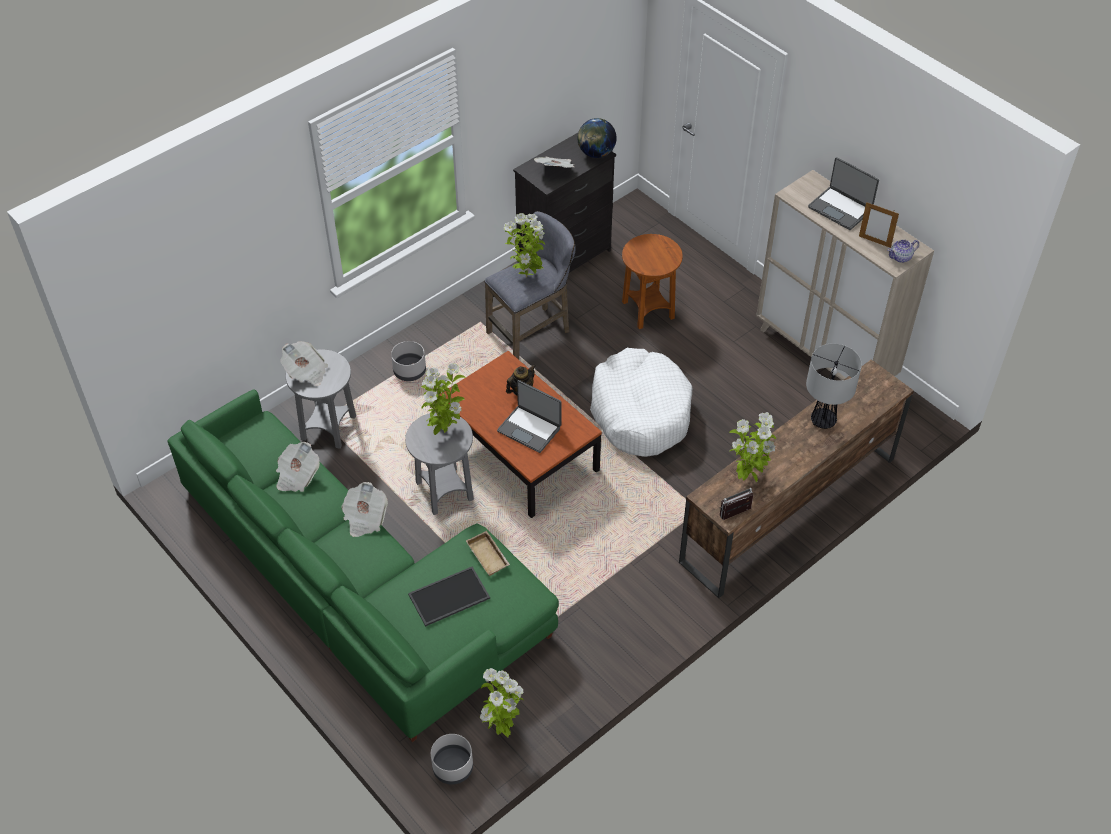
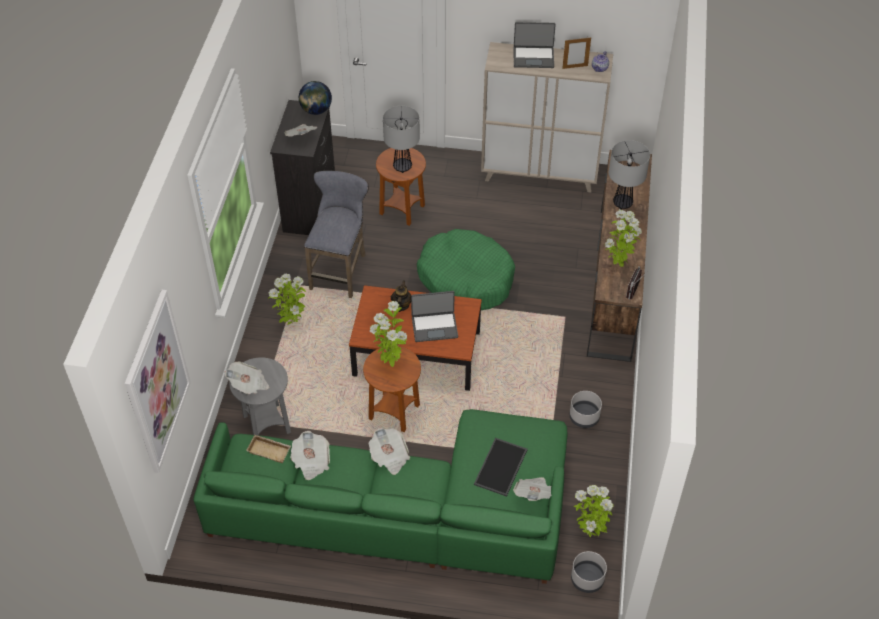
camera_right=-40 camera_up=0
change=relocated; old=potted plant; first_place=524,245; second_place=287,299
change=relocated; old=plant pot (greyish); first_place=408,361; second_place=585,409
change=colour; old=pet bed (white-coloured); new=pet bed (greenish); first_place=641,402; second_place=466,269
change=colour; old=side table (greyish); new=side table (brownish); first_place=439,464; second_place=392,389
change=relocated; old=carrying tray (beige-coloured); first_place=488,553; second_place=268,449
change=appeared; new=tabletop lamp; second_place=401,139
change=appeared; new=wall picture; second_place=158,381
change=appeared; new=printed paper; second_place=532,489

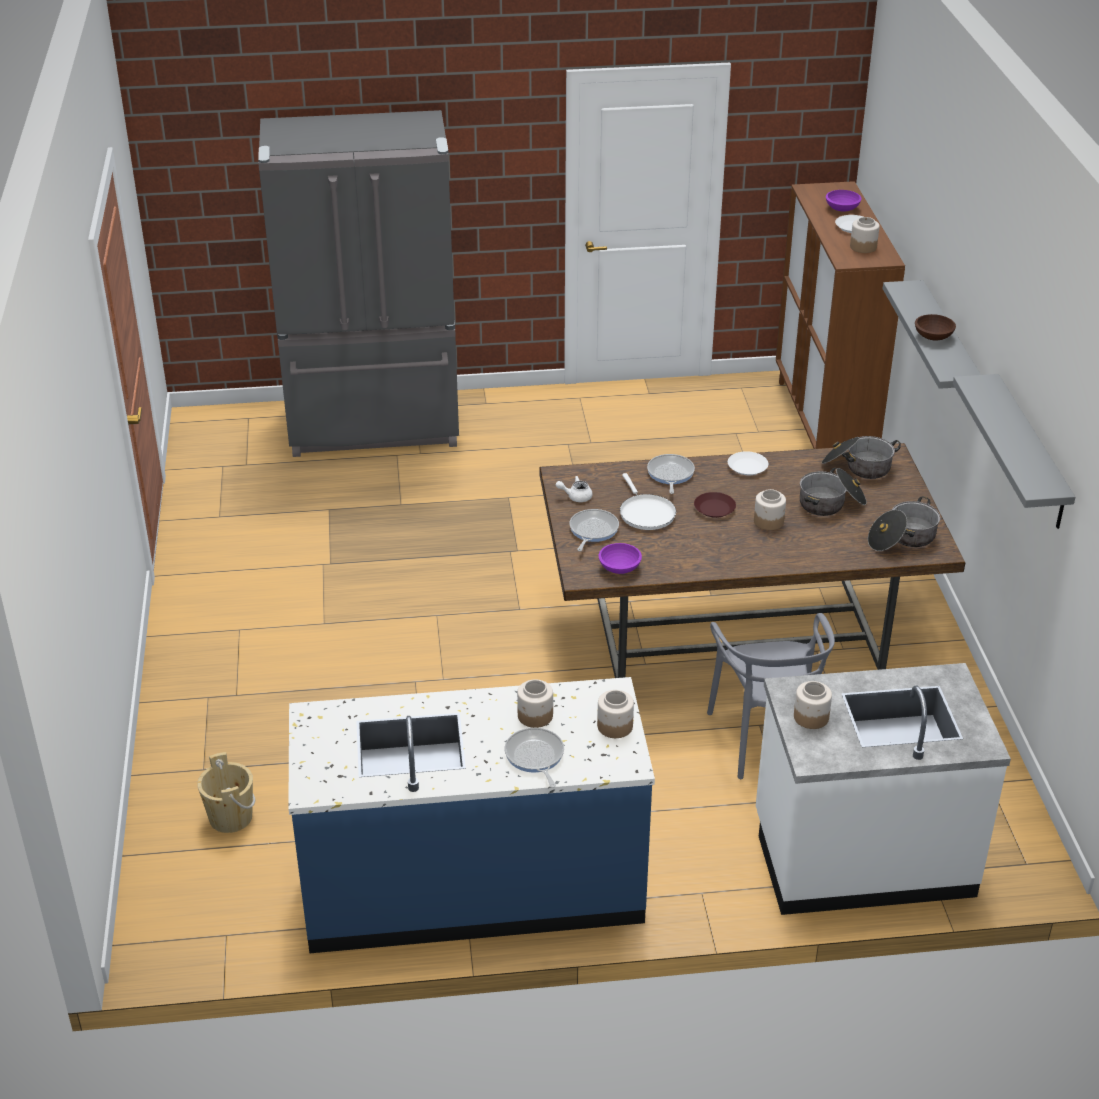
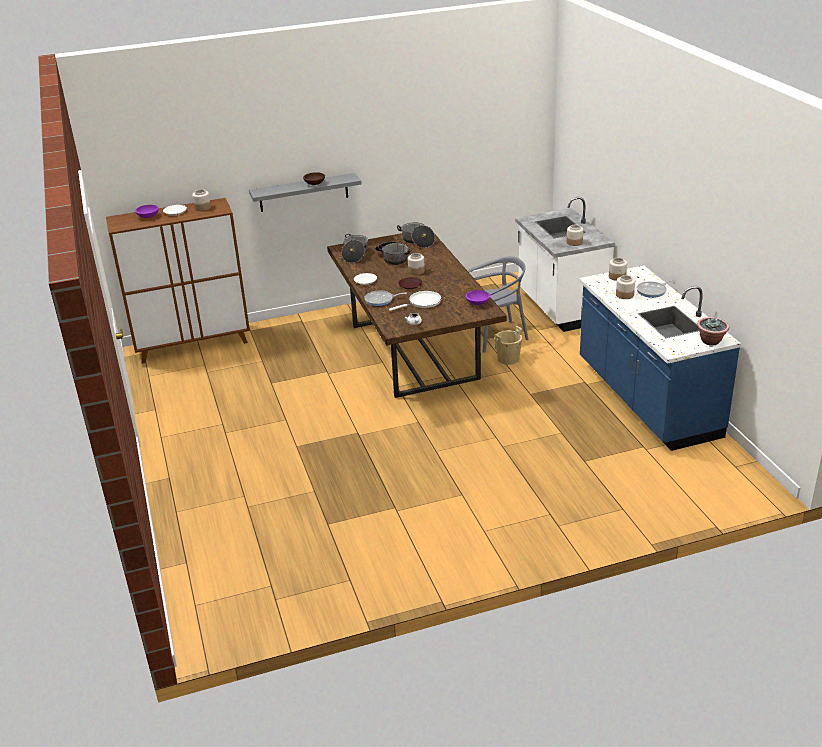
camera_right=-100 camera_up=-5
change=missing; old=refrigerator (greyish); first_place=358,283
change=missing; old=bracket shelf (greyish); first_place=1014,451
change=missing; old=skillet; first_place=594,530
change=relocated; old=pail (beige-coloured); first_place=226,792; second_place=508,345
change=appeared; new=potted plant; second_place=713,331

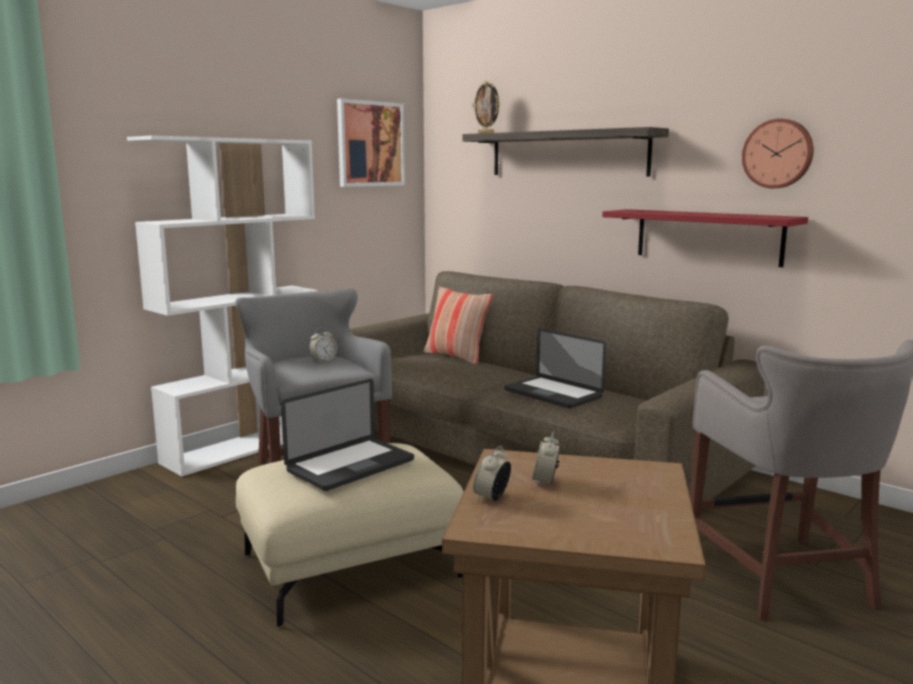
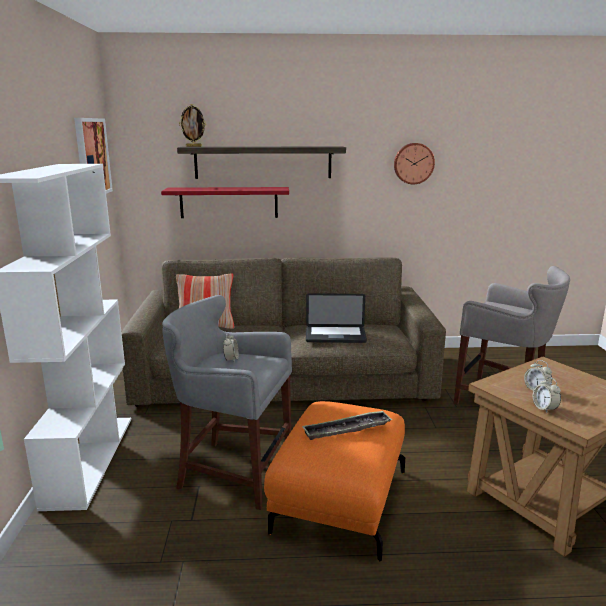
camera_right=-45 camera_up=5
change=relocated; old=bracket shelf (red-coloured); first_place=705,238; second_place=225,202
change=exchanged; old=notebook computer; new=carrying tray; first_place=347,435; second_place=347,425
change=colour; old=pouffe (beige-coloured); new=pouffe (orange-coloured); first_place=350,535; second_place=334,481

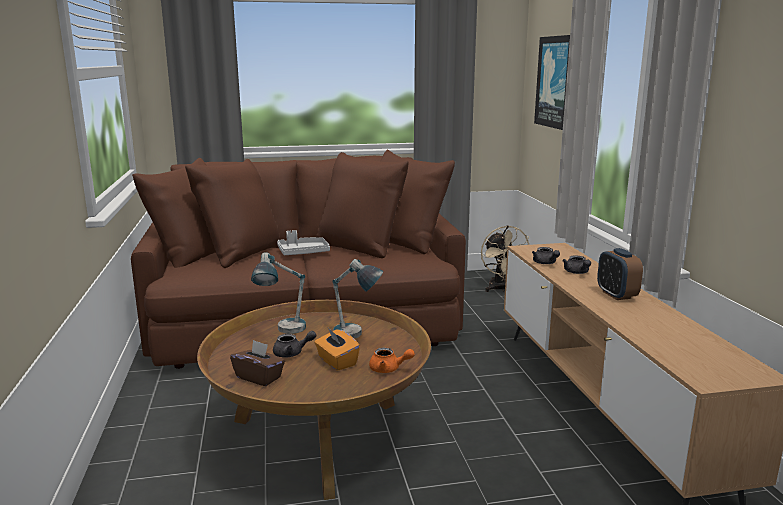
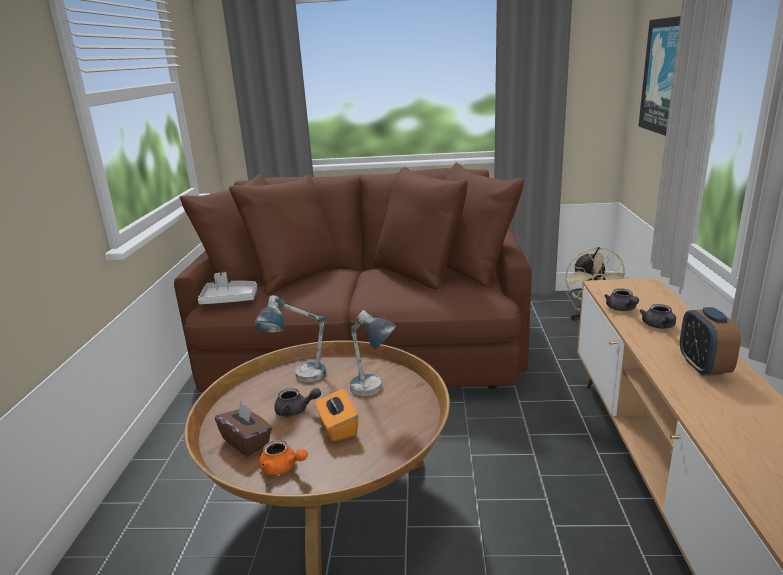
camera_right=15 camera_up=5
change=relocated; old=carrying tray (greyish); first_place=303,242; second_place=227,288
change=relocated; old=pot for tea (orange-coloured); first_place=392,360; second_place=283,457

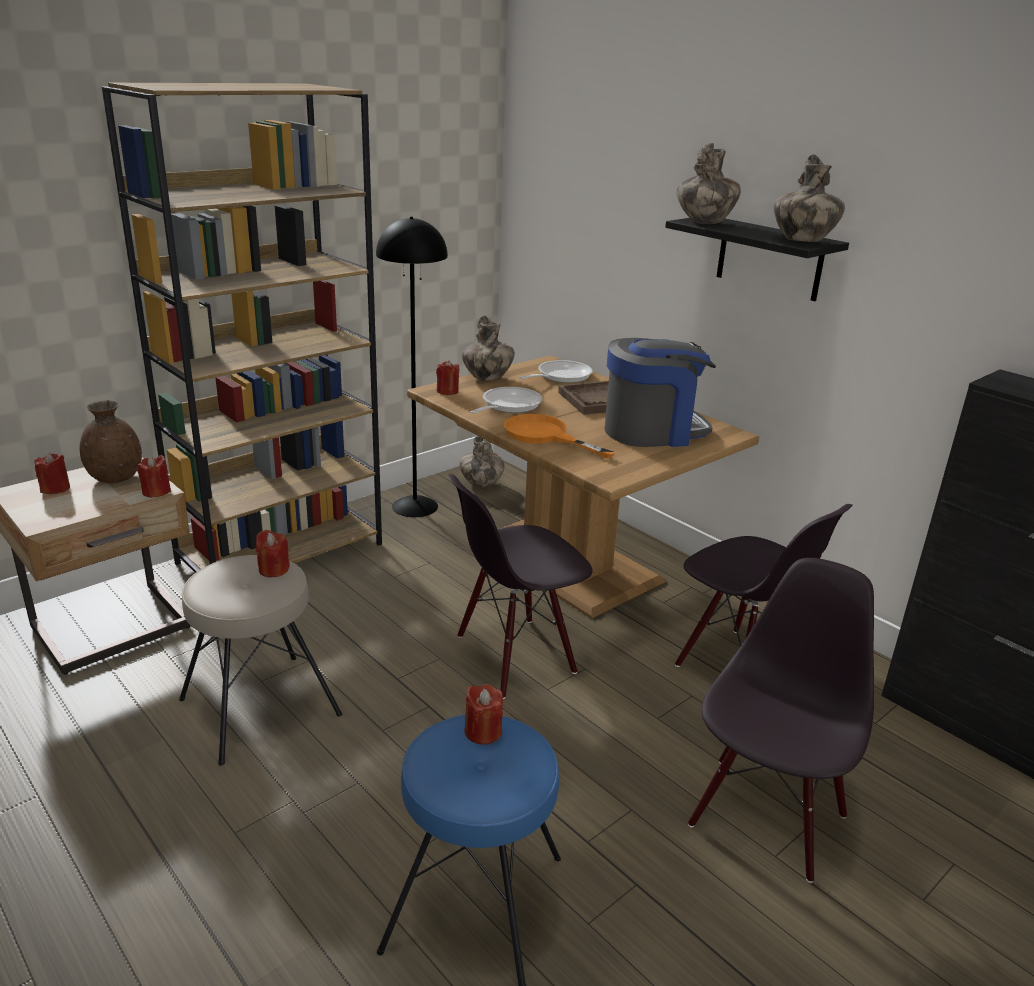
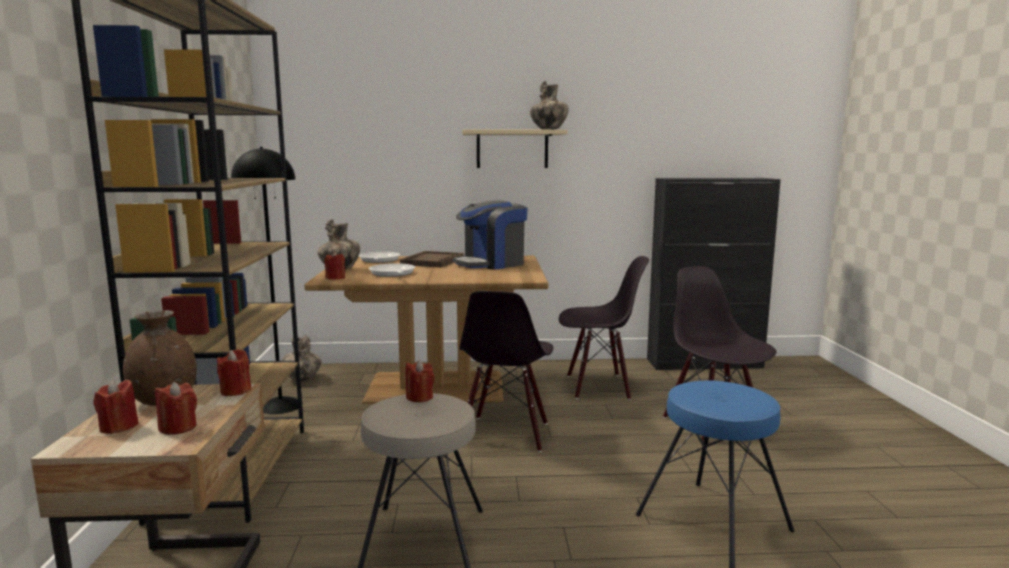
camera_right=-50 camera_up=-15
change=missing; old=vase; first_place=709,183
change=colour; old=bracket shelf (black); new=bracket shelf (beige-coloured); first_place=757,259; second_place=515,148
change=spun; old=coffee machine; first_place=660,392; second_place=490,235; degrees=-150
change=missing; old=skillet (orange-coloured); first_place=559,436
change=relocated; old=wax light (red-coloured); first_place=484,714; second_place=176,408

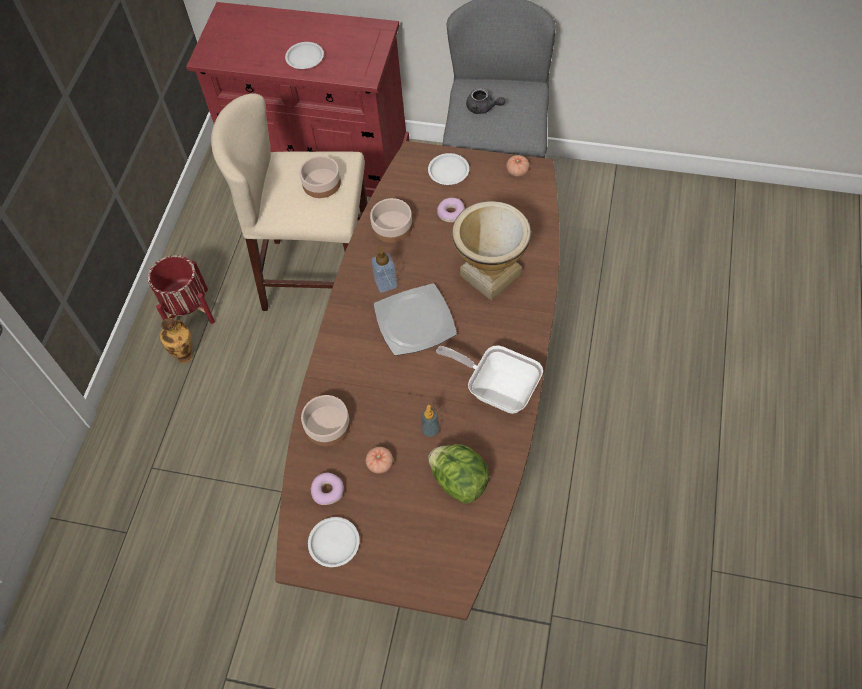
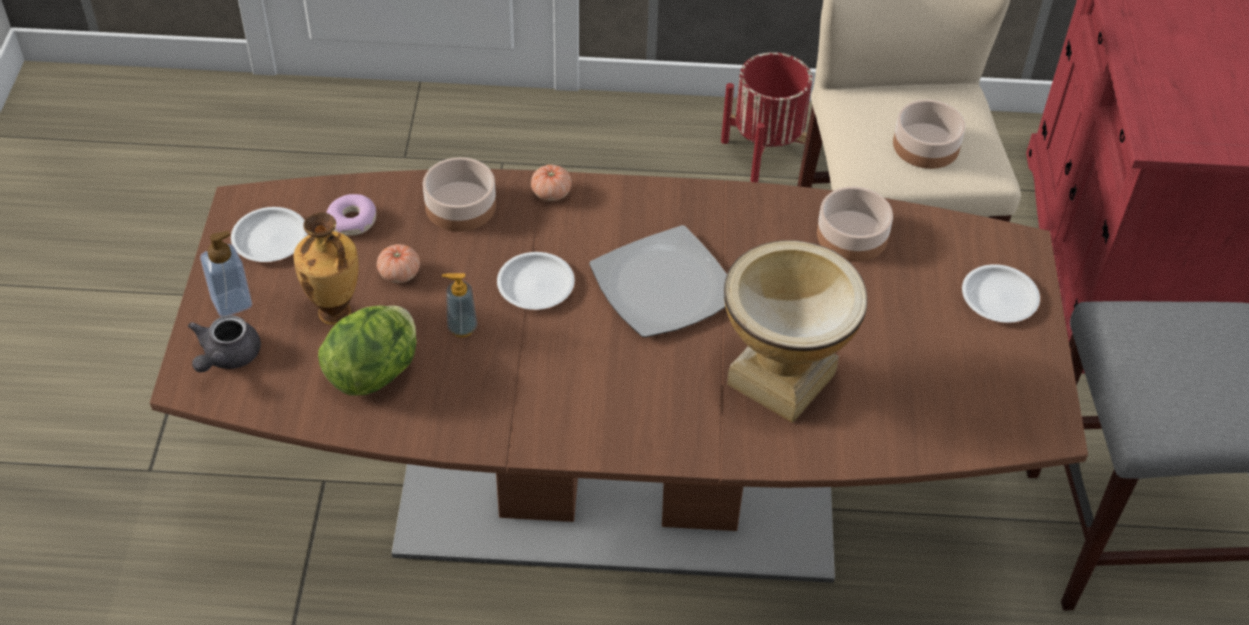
camera_right=75 camera_up=-10
change=relocated; old=dinner plate (white-coloured); first_place=304,55; second_place=536,281
change=relocated; old=pot for tea (greyish); first_place=485,101; second_place=224,343
change=relocated; old=tomato; first_place=517,166; second_place=551,183
change=missing; old=donut; first_place=451,210
change=relocated; old=liquid soap bottle; first_place=384,269; second_place=226,274
change=relocated; old=vase; first_place=176,341; second_place=326,268
change=missing; old=skillet; first_place=489,379

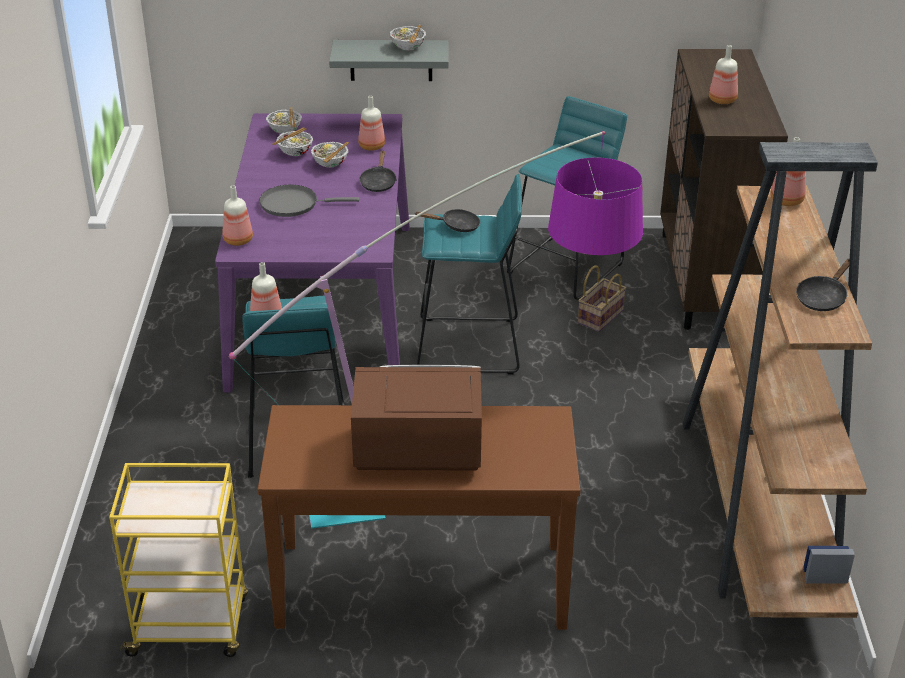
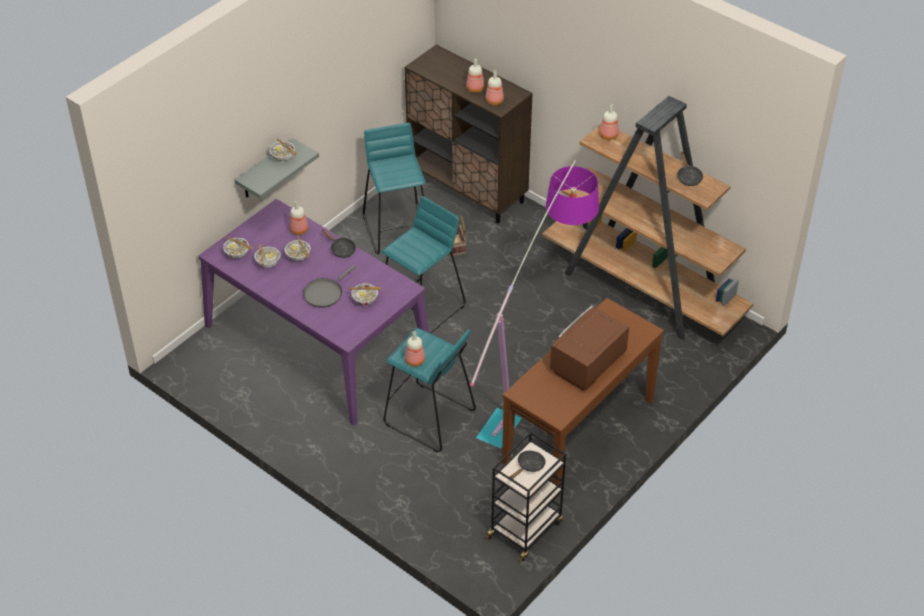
camera_right=-50 camera_up=10
change=relocated; old=bottle; first_place=238,216; second_place=495,87
change=relocated; old=skillet (black); first_place=447,220; second_place=528,465
change=colour; old=wheeled cart (yellow); new=wheeled cart (black); first_place=178,560; second_place=525,497
change=appeared; new=bowl; second_place=365,294

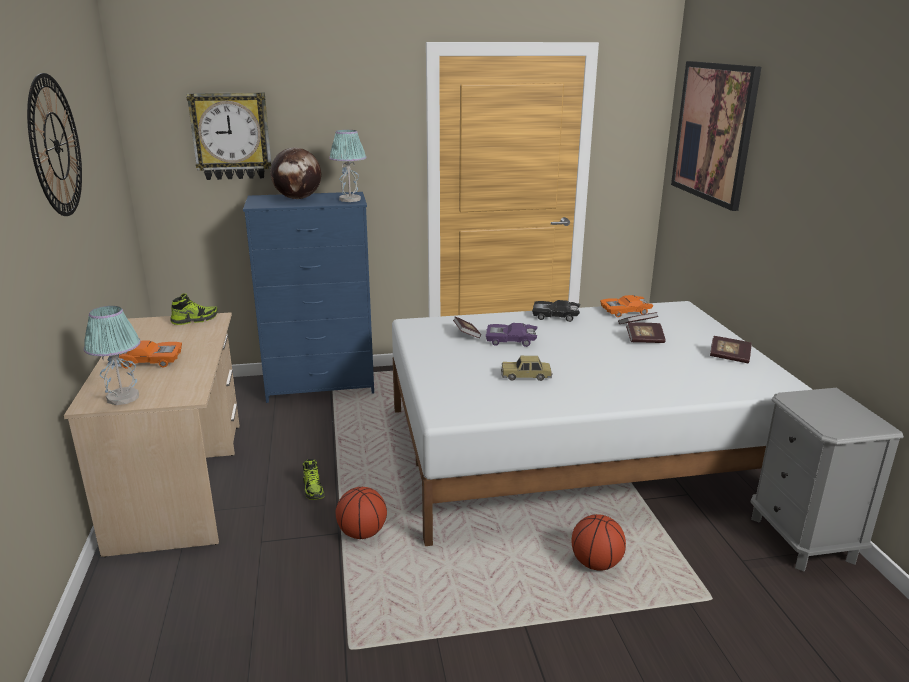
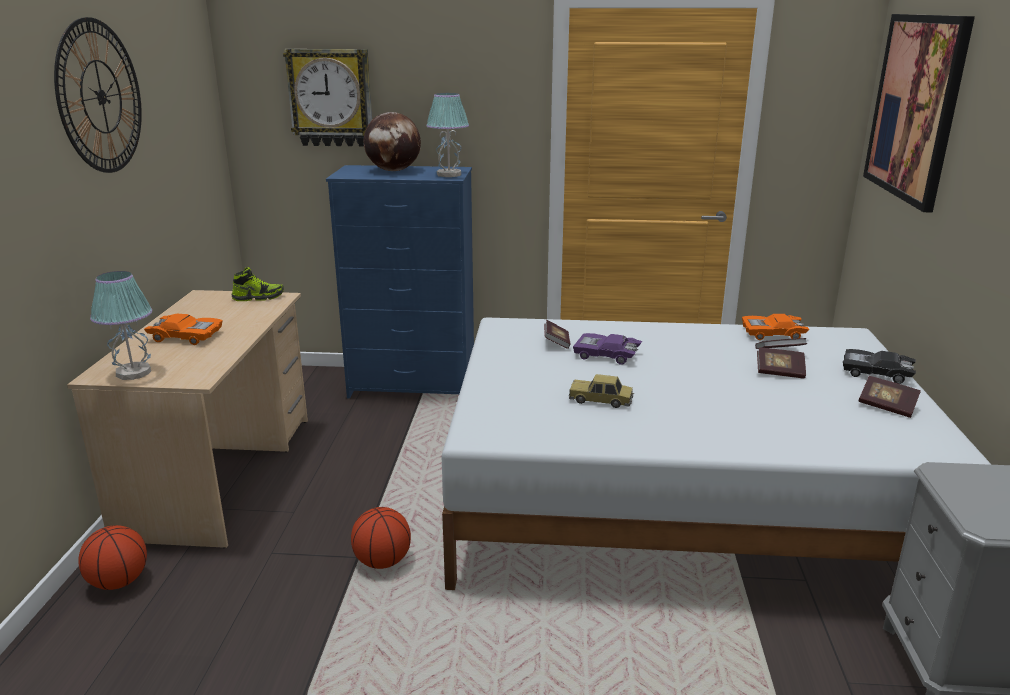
camera_right=15 camera_up=0
change=relocated; old=model car (black); first_place=556,311; second_place=879,366
change=missing; old=item of footwear; first_place=313,479
change=relocated; old=ball for basketball; first_place=599,542; second_place=112,557

